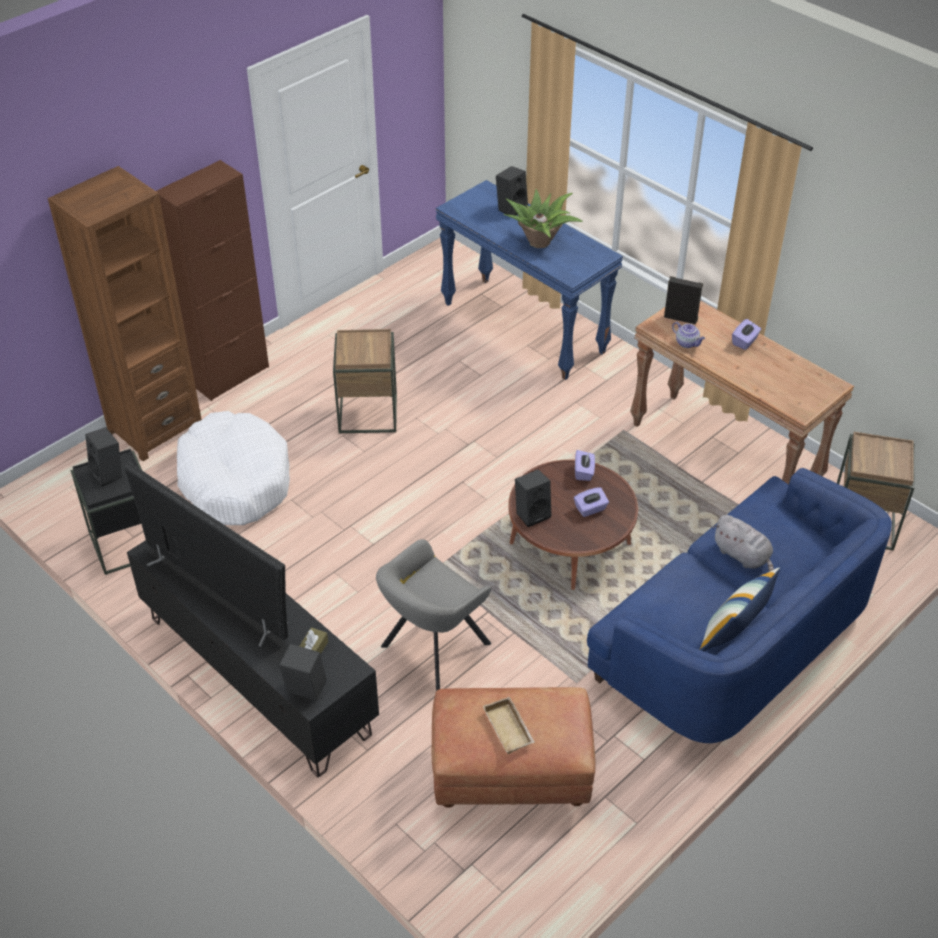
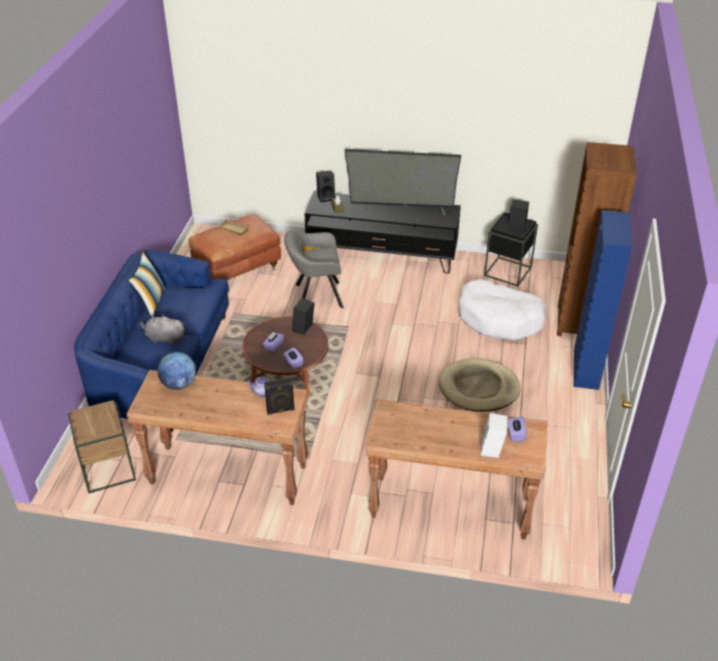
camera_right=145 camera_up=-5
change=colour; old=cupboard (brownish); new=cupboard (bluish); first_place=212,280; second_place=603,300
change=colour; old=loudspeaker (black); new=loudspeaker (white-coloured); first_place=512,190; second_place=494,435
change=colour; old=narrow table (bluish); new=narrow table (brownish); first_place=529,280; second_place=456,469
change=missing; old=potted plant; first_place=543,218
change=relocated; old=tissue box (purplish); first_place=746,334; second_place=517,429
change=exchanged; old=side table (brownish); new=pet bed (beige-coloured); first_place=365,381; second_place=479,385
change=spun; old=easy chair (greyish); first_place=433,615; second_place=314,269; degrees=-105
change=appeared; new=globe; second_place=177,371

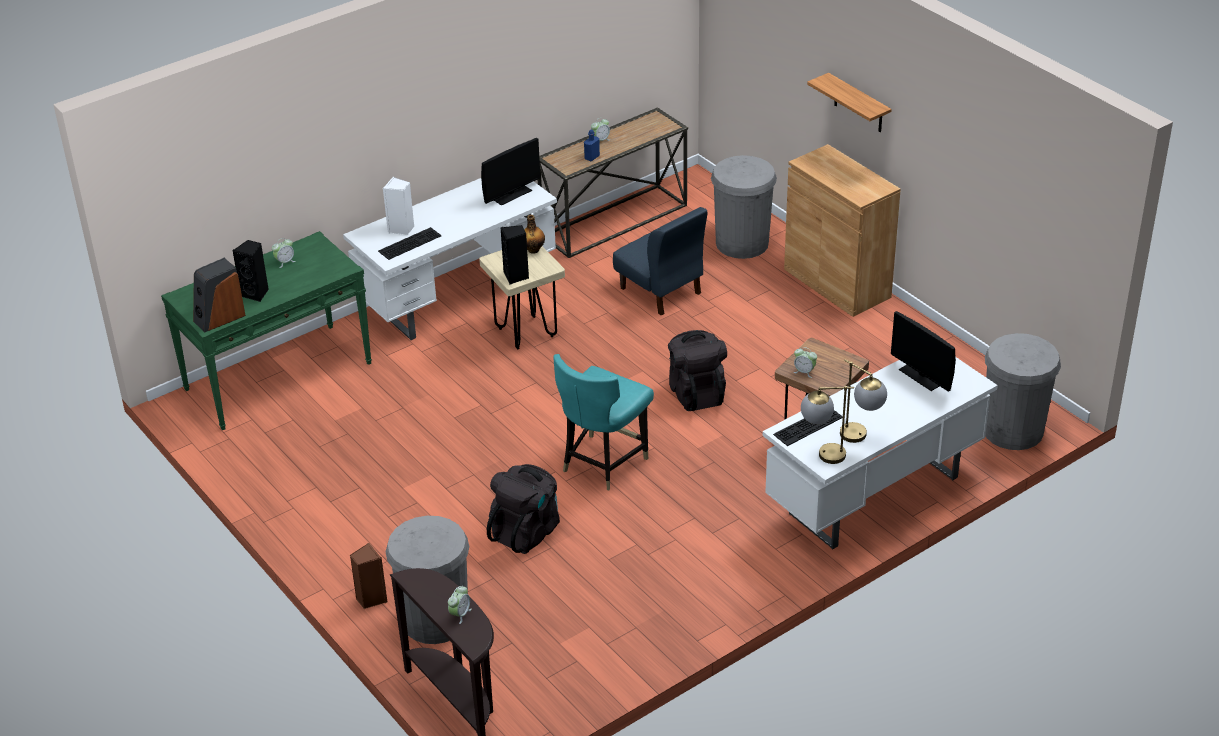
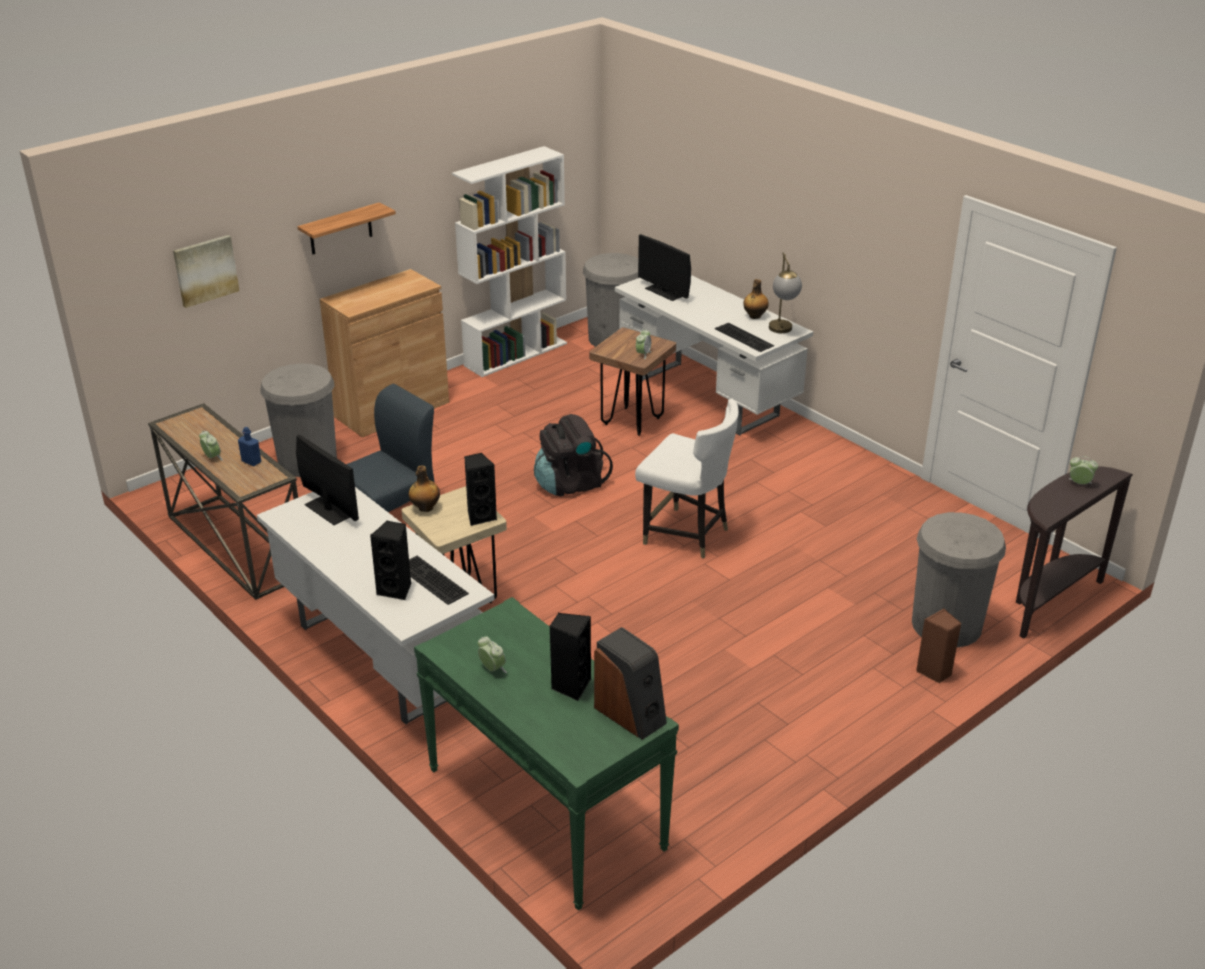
camera_right=-95 camera_up=-5
change=colour; old=loudspeaker (white-coloured); new=loudspeaker (black); first_place=398,206; second_place=390,560
change=spun; old=computer display; first_place=923,351; second_place=664,267; degrees=90
change=colour; old=upright chair (turquoise-coloured); new=upright chair (white-coloured); first_place=603,422; second_place=687,478
change=exchanged; old=tabletop lamp; new=bottle; first_place=863,401; second_place=756,299
change=missing; old=rucksack (black); first_place=523,509
change=appeared; new=shelving unit (white-coloured); second_place=509,261
change=appeared; new=wall picture; second_place=206,271

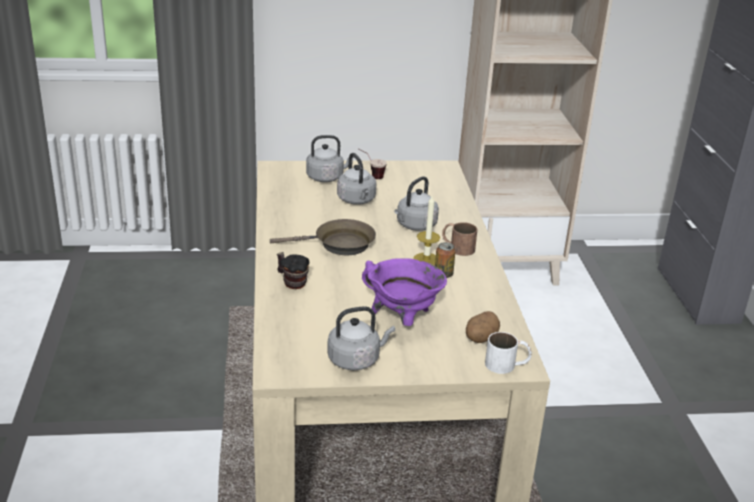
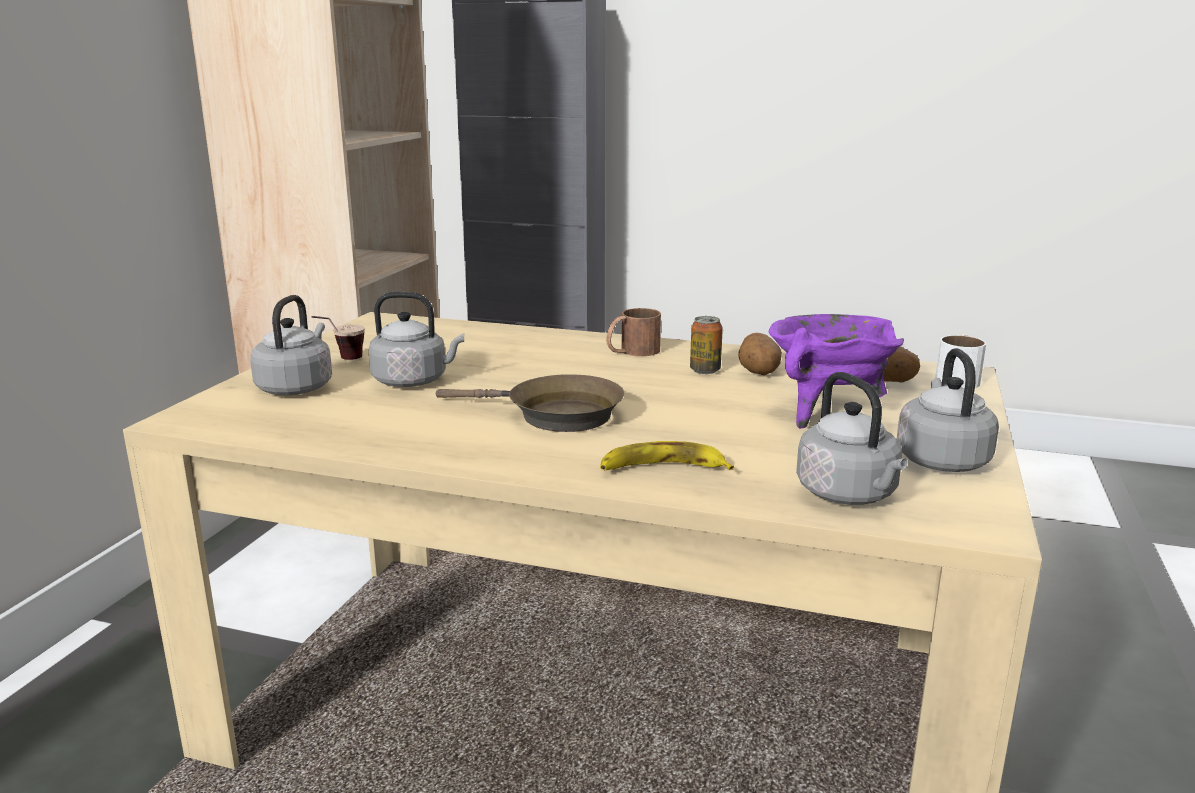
camera_right=-65 camera_up=-10
change=relocated; old=kettle (greyish); first_place=416,203; second_place=852,438
change=missing; old=wax light; first_place=426,231
change=spun; old=skillet (brownish); first_place=323,237; second_place=530,403; degrees=90
change=exchanged; old=coffee mug; new=banana; first_place=293,270; second_place=667,455
change=appeared; new=spud; second_place=760,354

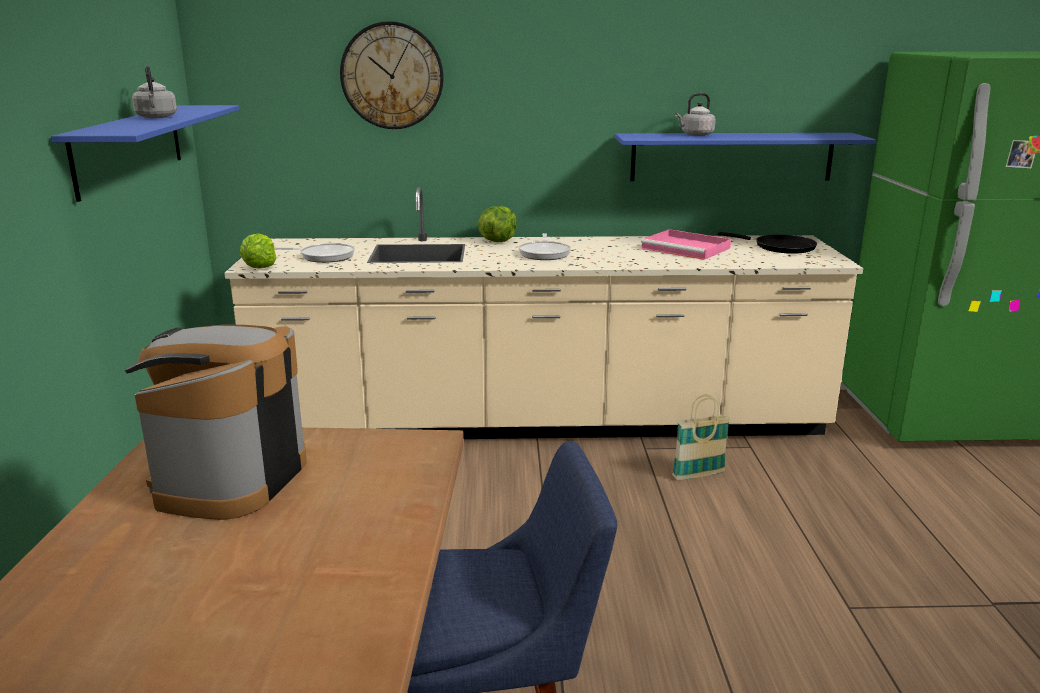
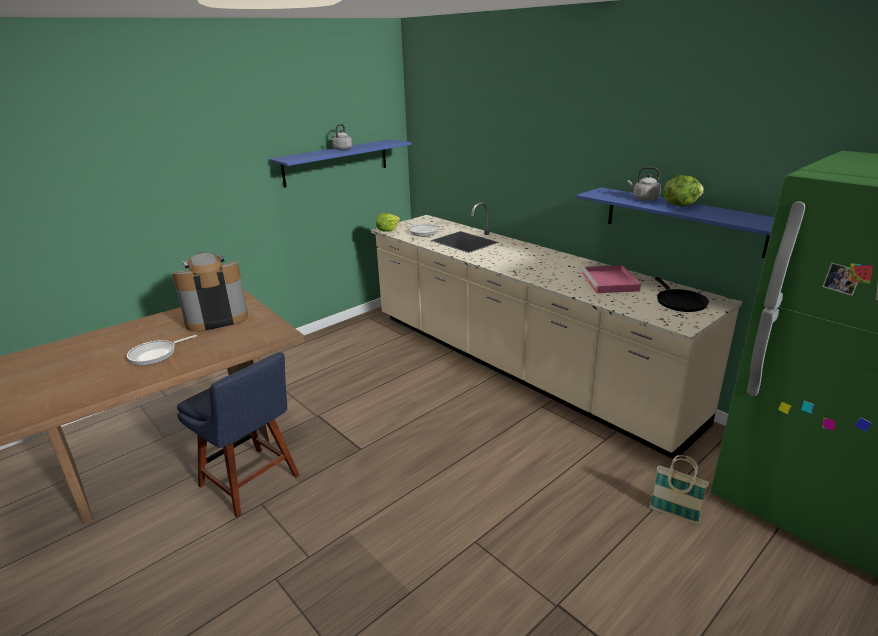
camera_right=50 camera_up=5
change=missing; old=wall clock; first_place=392,75
change=relocated; old=head of lettuce; first_place=497,224; second_place=684,190
change=relocated; old=skillet; first_place=545,246; second_place=162,350
change=relocated; old=basket; first_place=701,437; second_place=679,490

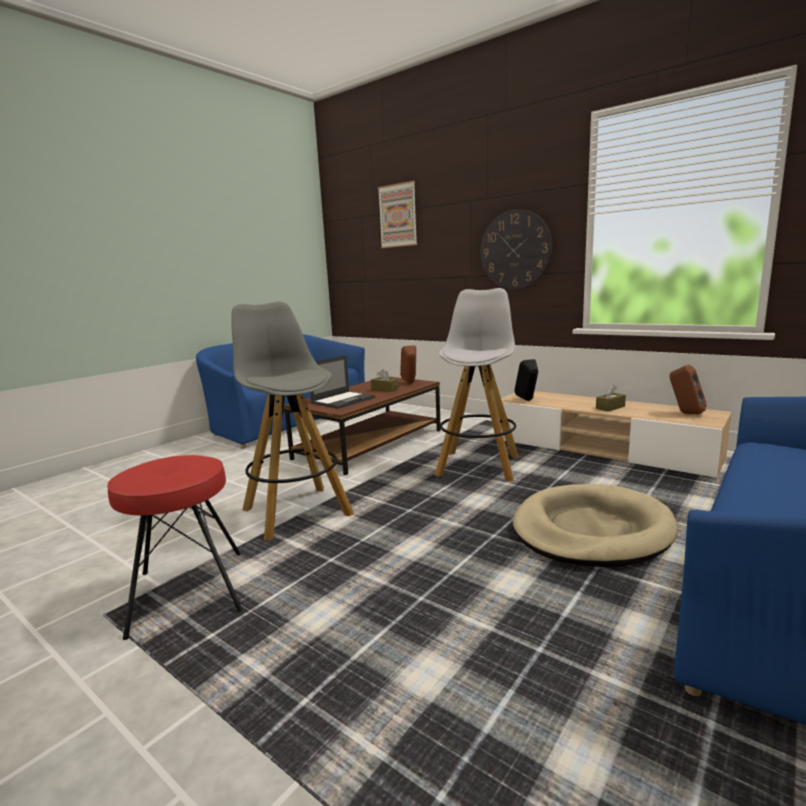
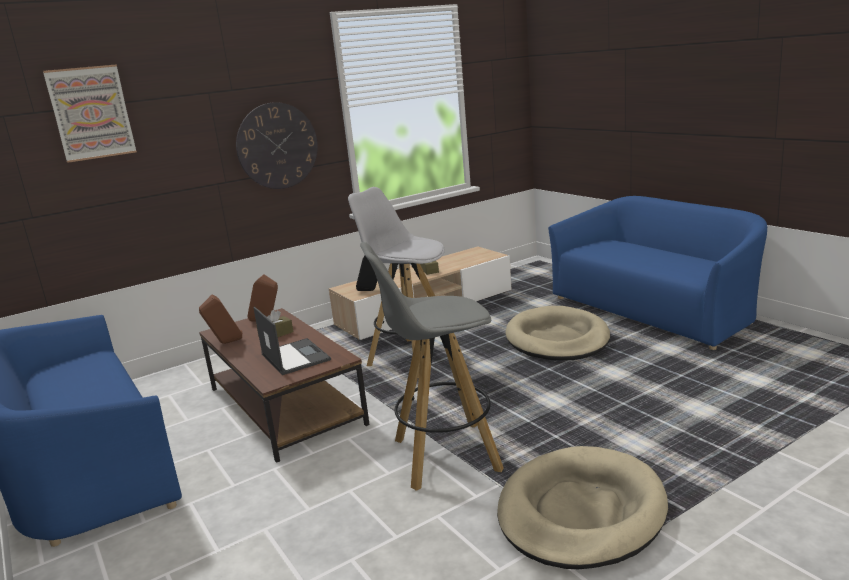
camera_right=-70 camera_up=5
change=relocated; old=loudspeaker (brownish); first_place=688,390; second_place=221,319
change=exchanged; old=sitting stool (red-coloured); new=pet bed (beige-coloured); first_place=175,547; second_place=582,507

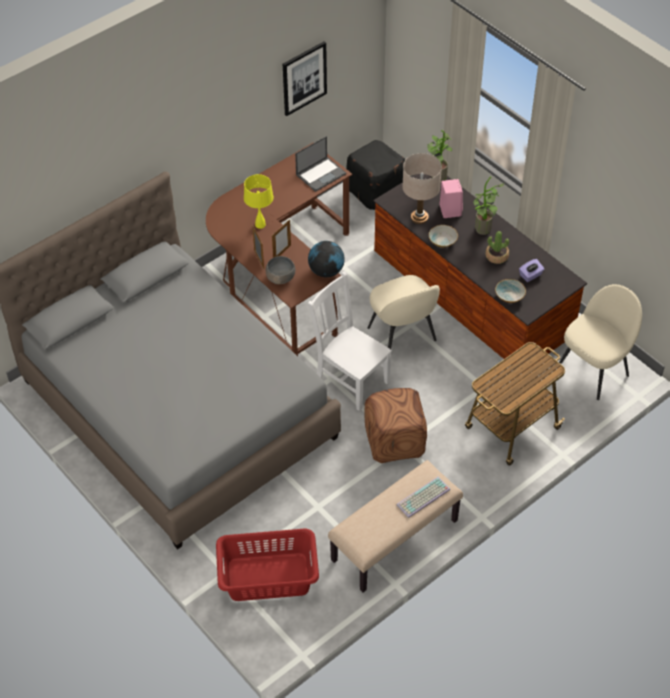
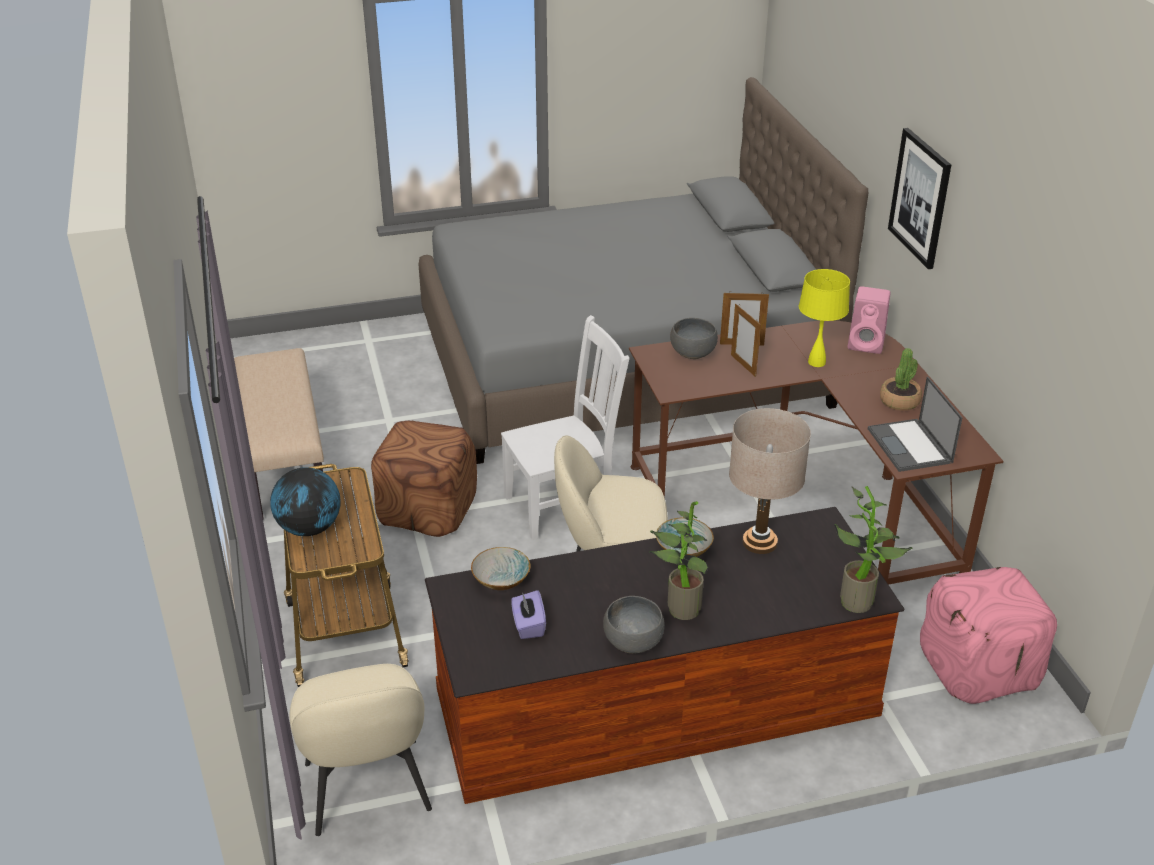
camera_right=115 camera_up=-15
change=relocated; old=wall picture; first_place=305,78; second_place=919,198
change=colour; old=pouffe (black); new=pouffe (pinkish); first_place=375,175; second_place=988,635
change=relocated; old=loudspeaker (pinkish); first_place=451,198; second_place=869,320
change=relocated; old=potted plant; first_place=497,247; second_place=901,379
change=relocated; old=globe; first_place=326,259; second_place=305,501
change=missing; old=keyboard; first_place=423,497
change=missing; old=hamper (red-coloured); first_place=267,564
change=appeared; new=bowl (greyish); second_place=634,625

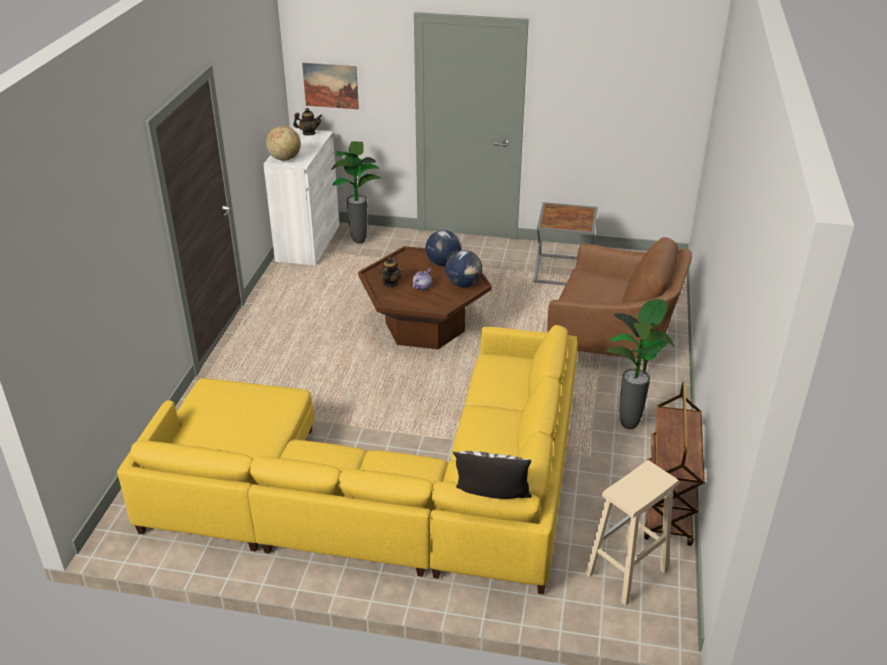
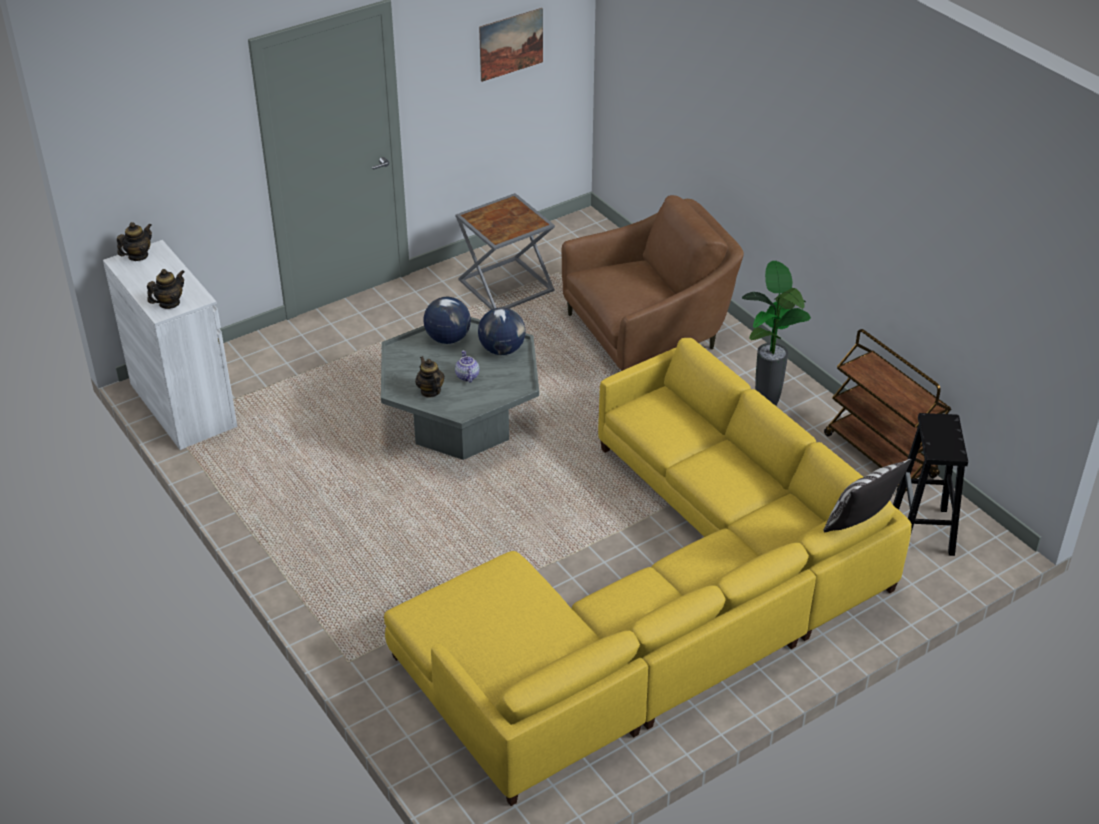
camera_right=-45 camera_up=5
change=relocated; old=wall picture; first_place=330,86; second_place=511,45
change=exchanged; old=globe; new=pot for tea; first_place=283,143; second_place=166,289
change=missing; old=potted plant; first_place=356,192
change=colour; old=lounge table (brownish); new=lounge table (greyish); first_place=425,297; second_place=460,388
change=colour; old=sitting stool (beige-coloured); new=sitting stool (black); first_place=632,533; second_place=930,484

